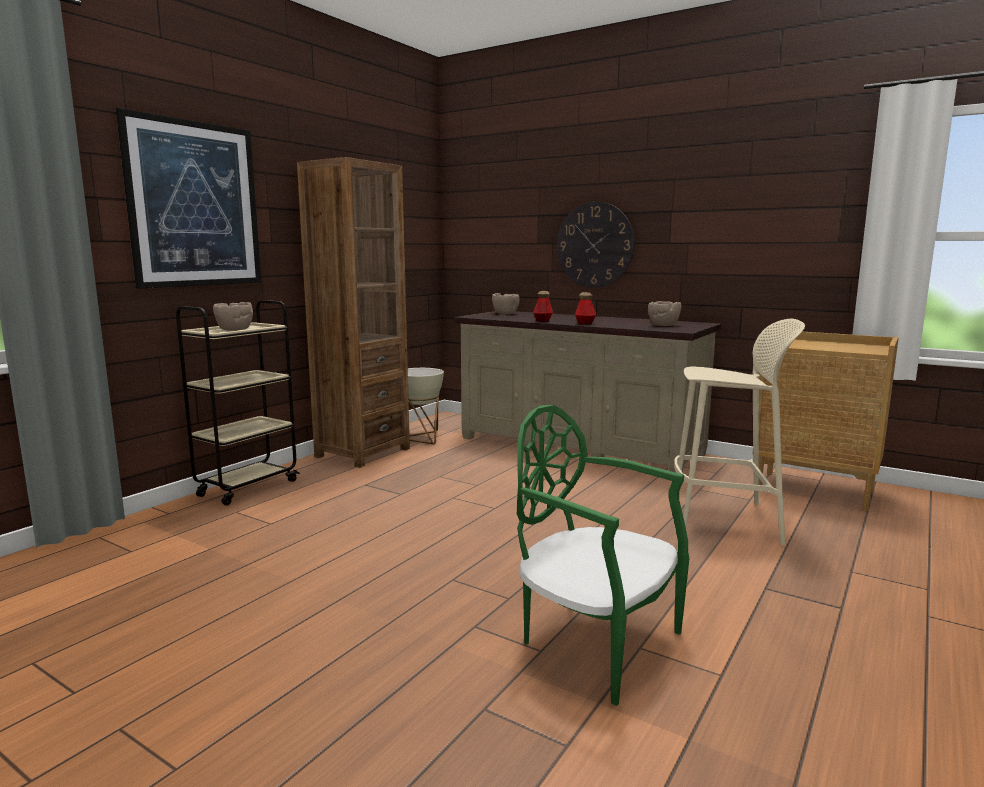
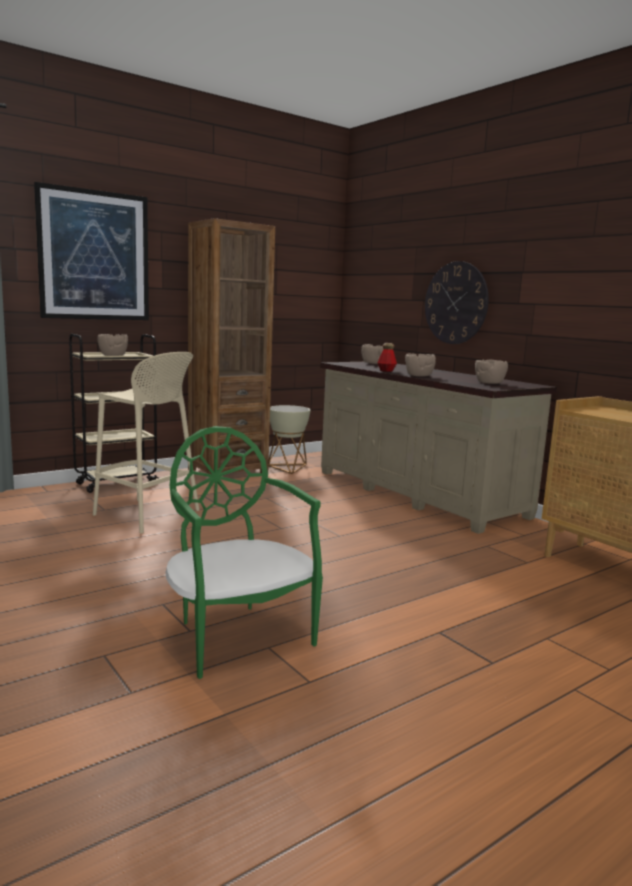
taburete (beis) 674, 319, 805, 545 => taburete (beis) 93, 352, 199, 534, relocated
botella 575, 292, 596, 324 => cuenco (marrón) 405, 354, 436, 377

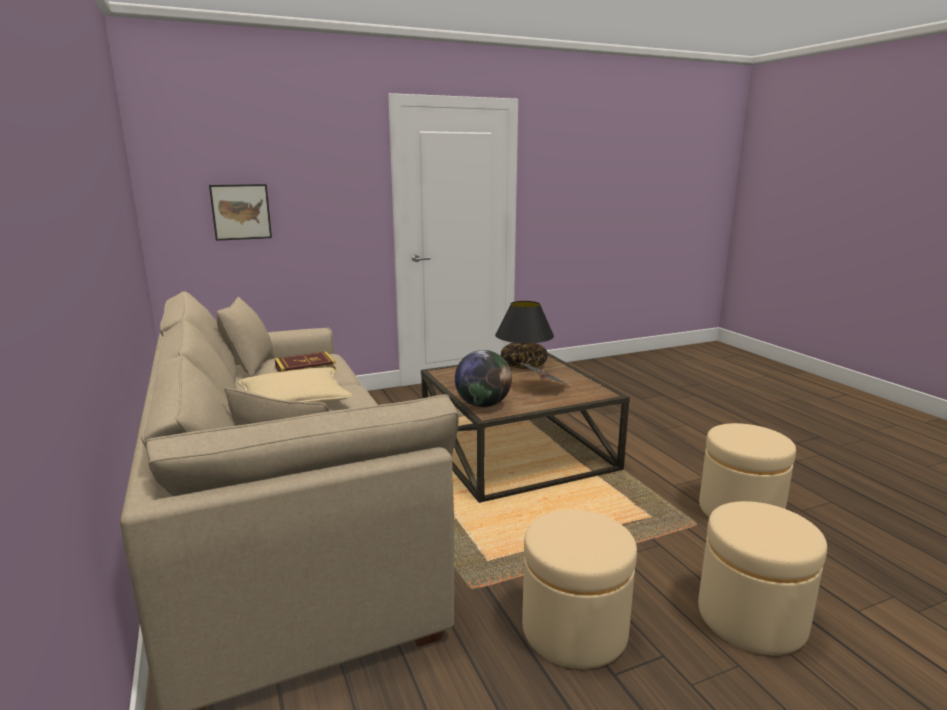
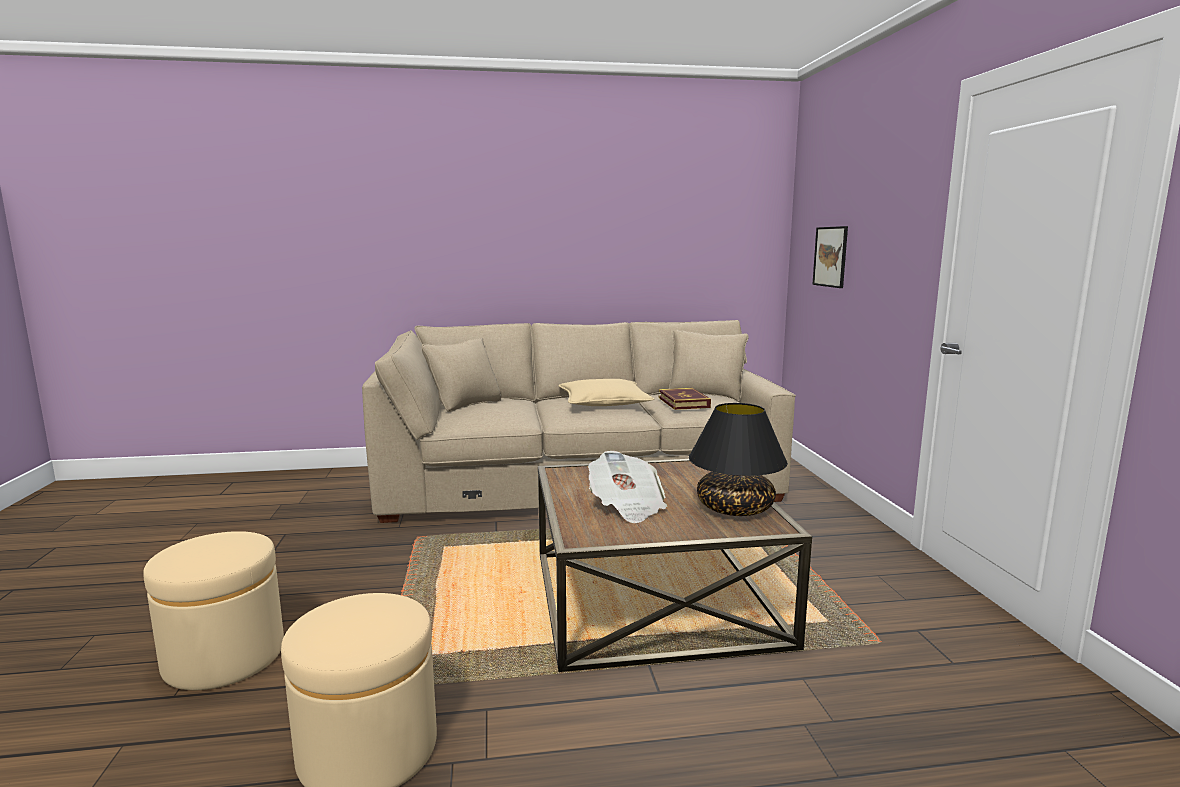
globo terráqueo 455, 350, 512, 407 => nothing
puf (beis) 522, 510, 637, 669 => nothing

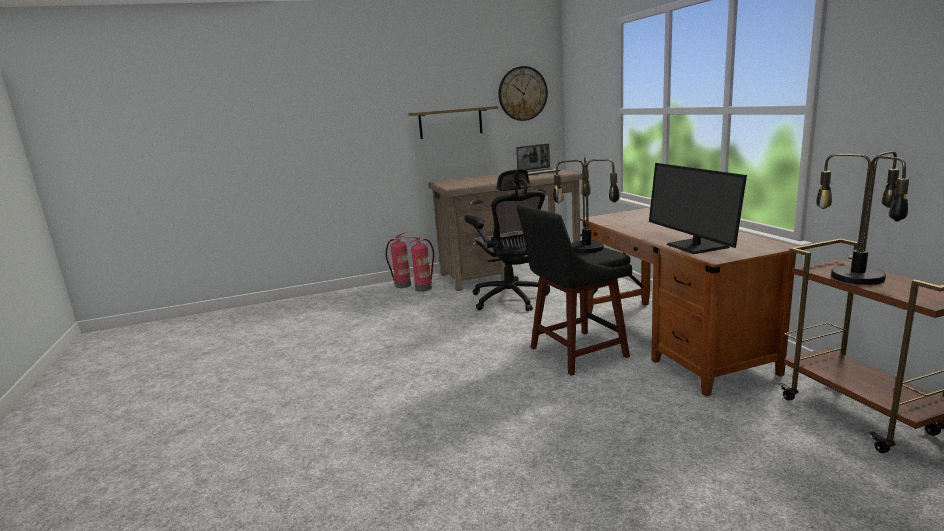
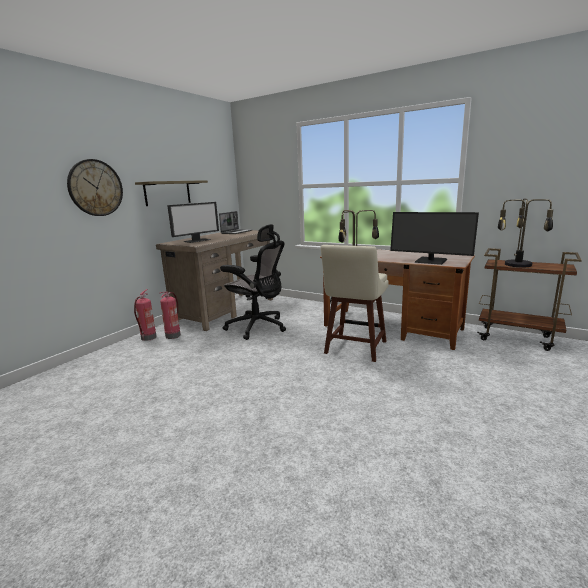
reloj de pared 498, 66, 548, 121 => reloj de pared 67, 159, 123, 216, relocated
nothing => monitor 167, 202, 219, 243
taburete (negro) 517, 204, 632, 376 => taburete (beis) 321, 245, 389, 362

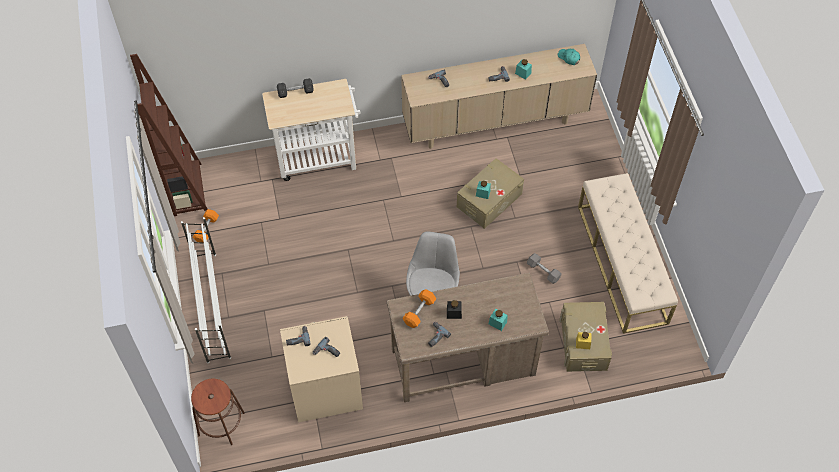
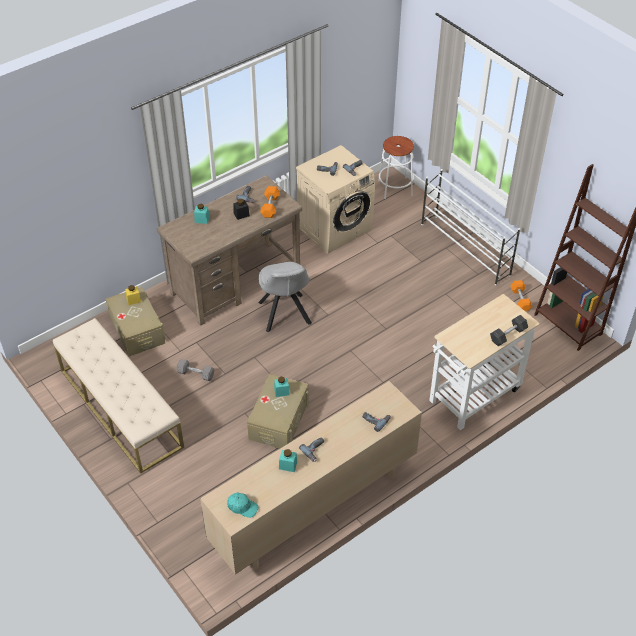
taburete (marrón) 191, 379, 245, 445 => taburete (blanco) 378, 136, 414, 199

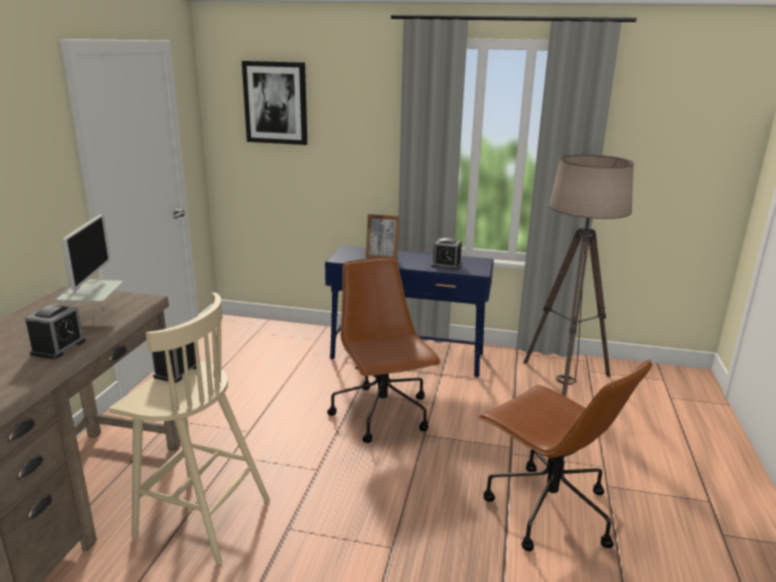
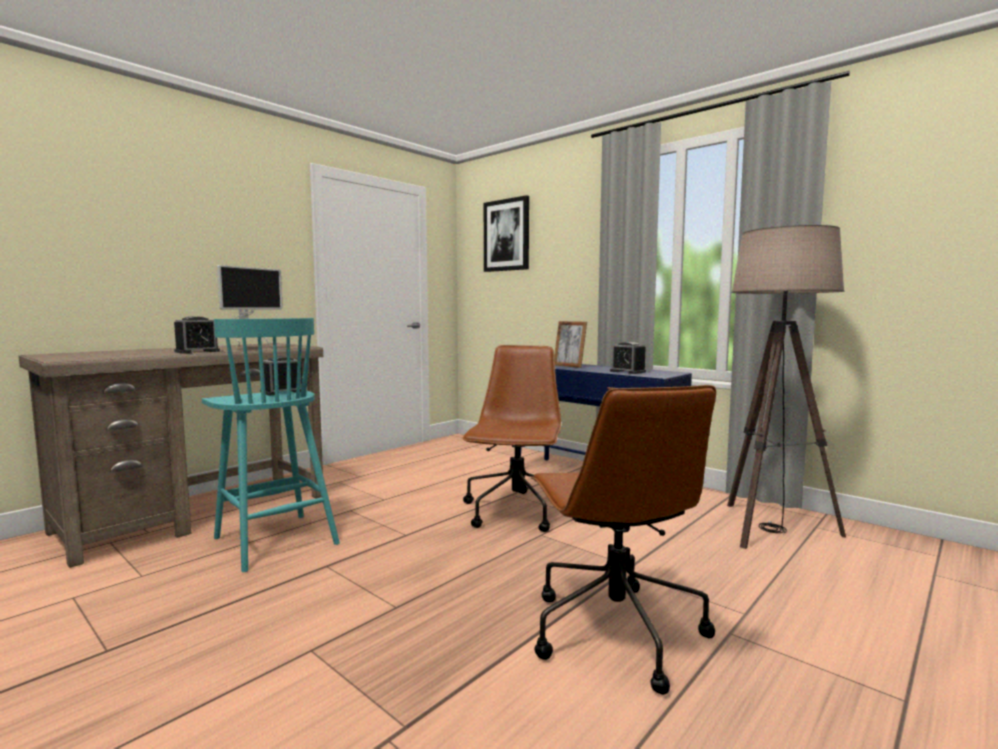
taburete (beis) 109, 292, 270, 564 => taburete (turquesa) 202, 318, 340, 572

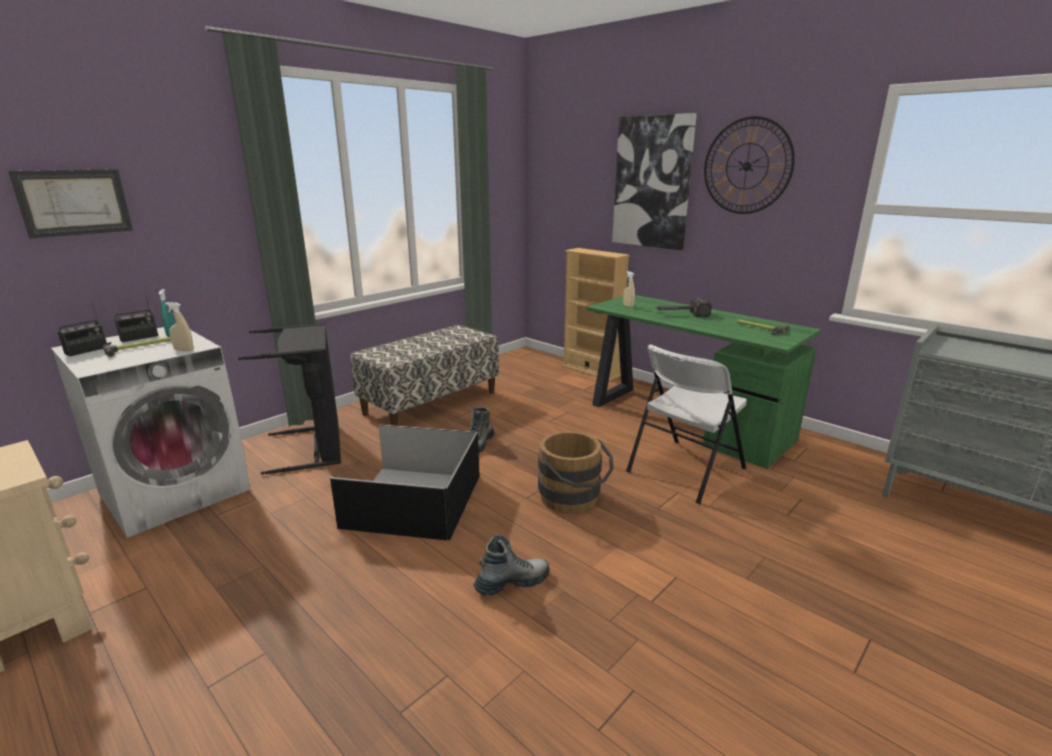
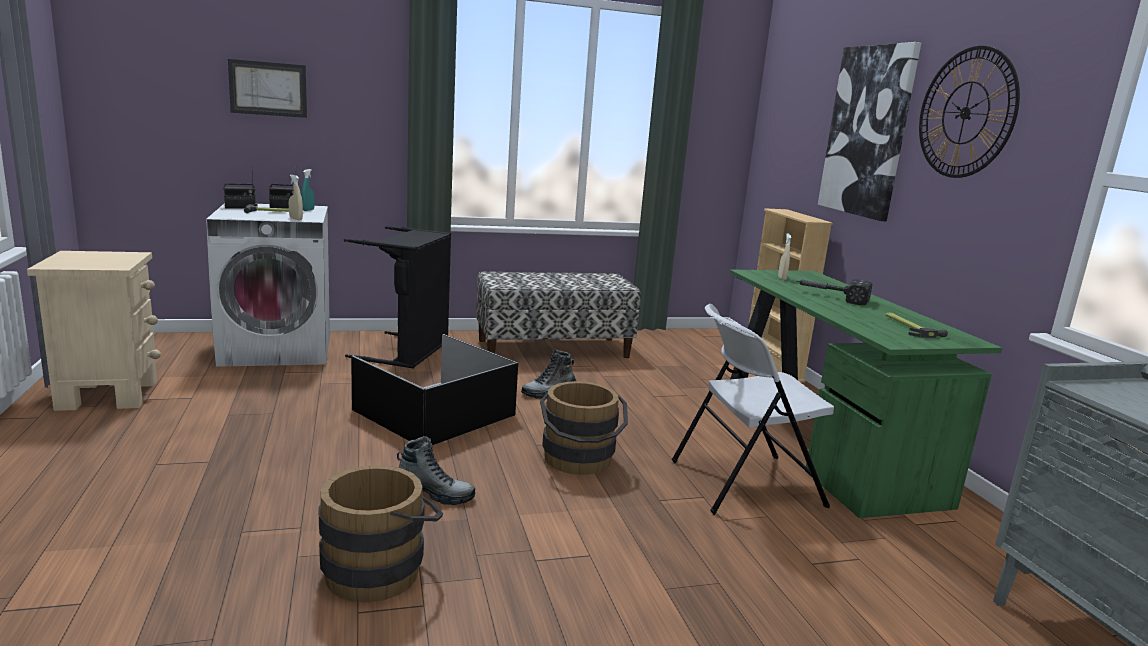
nothing => cubo (marrón) 318, 465, 443, 602

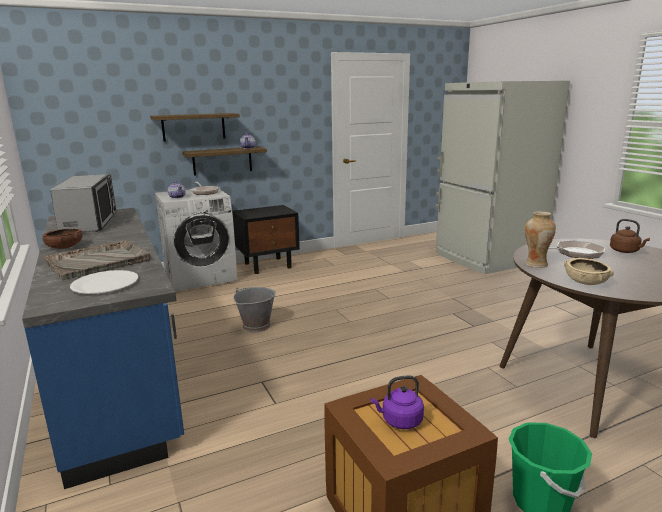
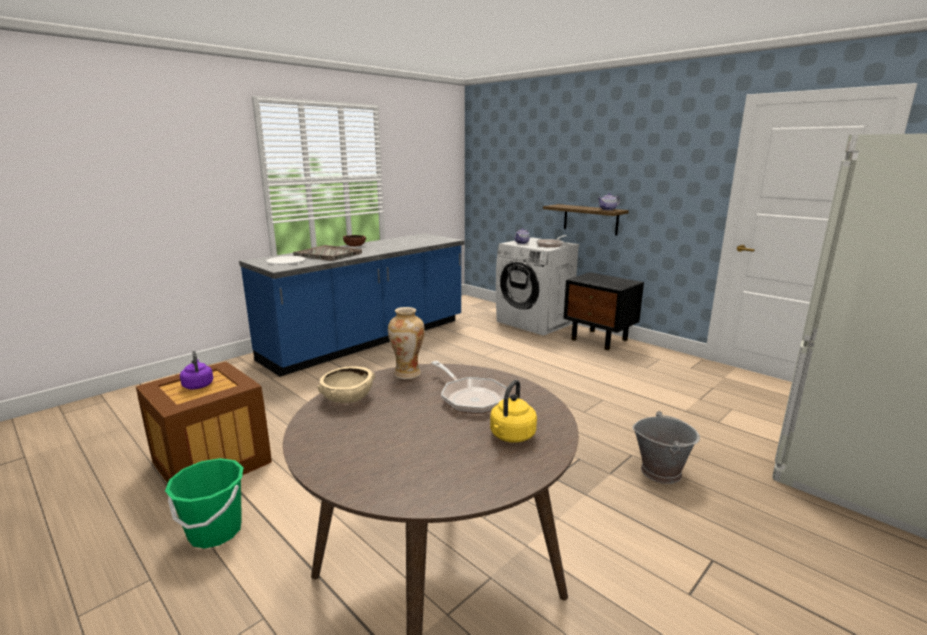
hervidor (marrón) 610, 219, 650, 253 => hervidor (amarillo) 490, 380, 537, 443
cubo (gris) 233, 287, 276, 332 => cubo (gris) 632, 411, 700, 484, relocated
microondas 50, 174, 117, 232 => nothing
estante 150, 113, 240, 142 => nothing

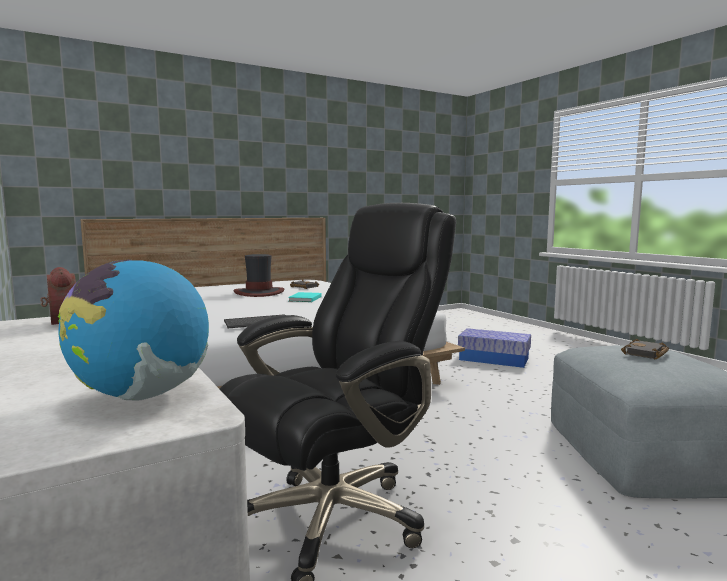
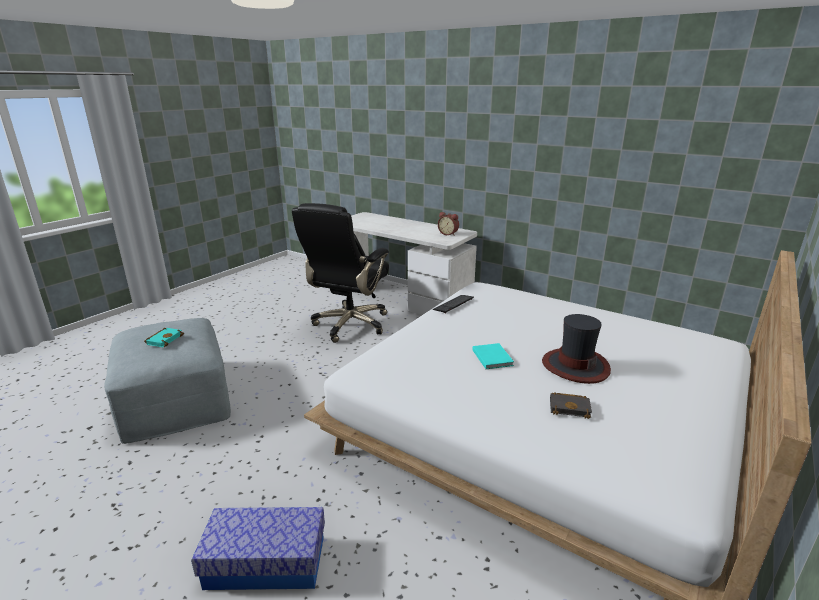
libro (negro) 621, 339, 669, 359 => libro (turquesa) 144, 328, 184, 347
globo terráqueo 58, 259, 209, 401 => nothing

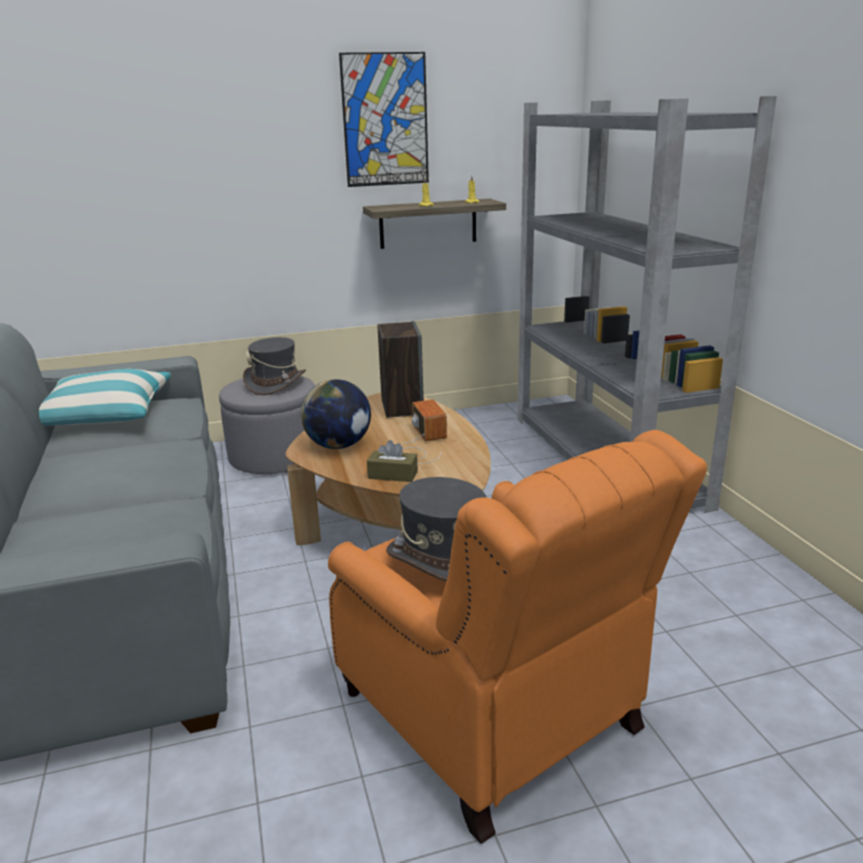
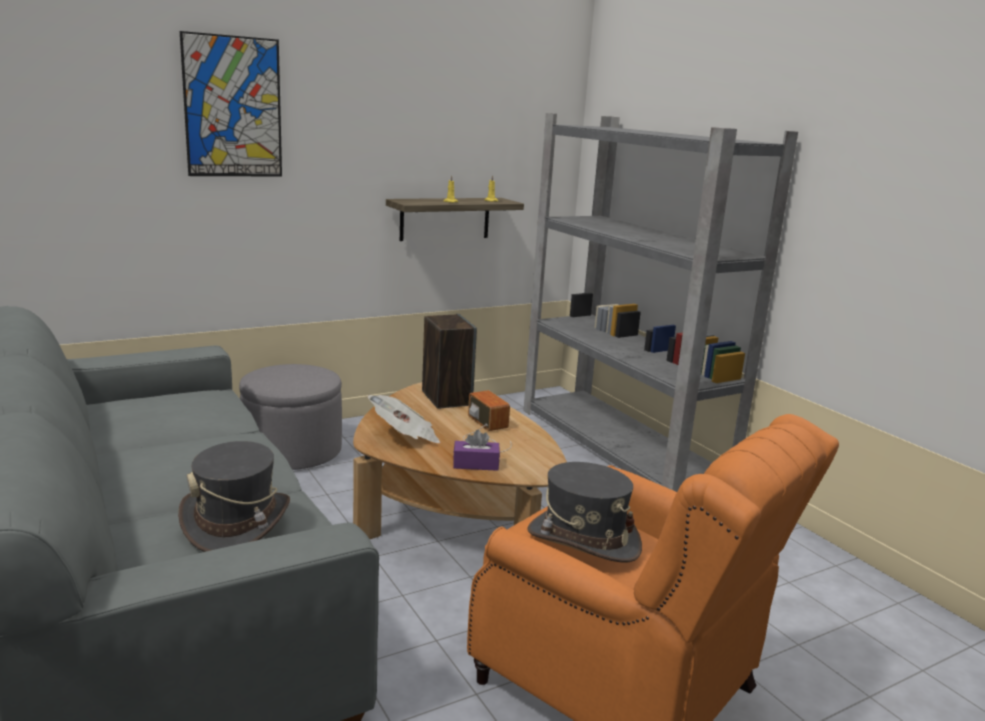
sombrero (gris) 243, 337, 306, 395 => sombrero (gris) 178, 441, 290, 552, relocated
cuadro 339, 52, 429, 187 => cuadro 180, 31, 282, 176, relocated
globo terráqueo 301, 379, 371, 449 => periódico 368, 395, 440, 443
caja de pañuelos (marrón) 367, 440, 418, 482 => caja de pañuelos (morado) 453, 430, 500, 471
cojín 39, 369, 171, 426 => nothing

